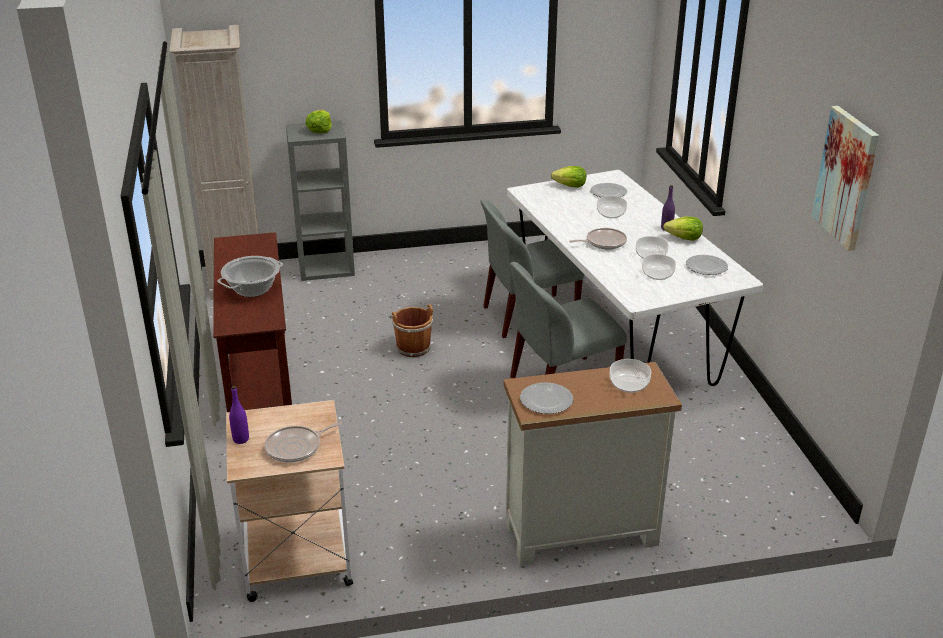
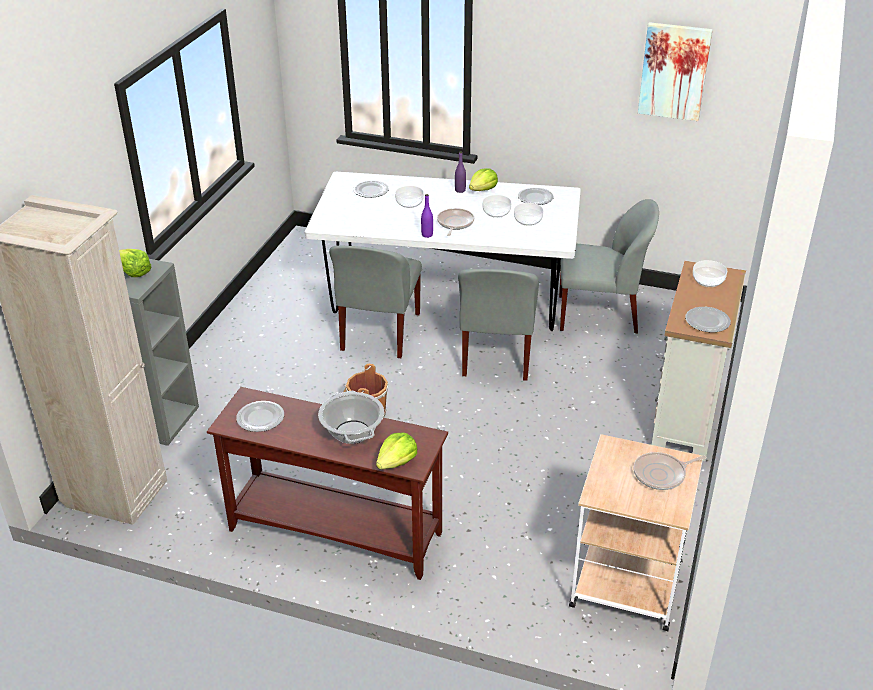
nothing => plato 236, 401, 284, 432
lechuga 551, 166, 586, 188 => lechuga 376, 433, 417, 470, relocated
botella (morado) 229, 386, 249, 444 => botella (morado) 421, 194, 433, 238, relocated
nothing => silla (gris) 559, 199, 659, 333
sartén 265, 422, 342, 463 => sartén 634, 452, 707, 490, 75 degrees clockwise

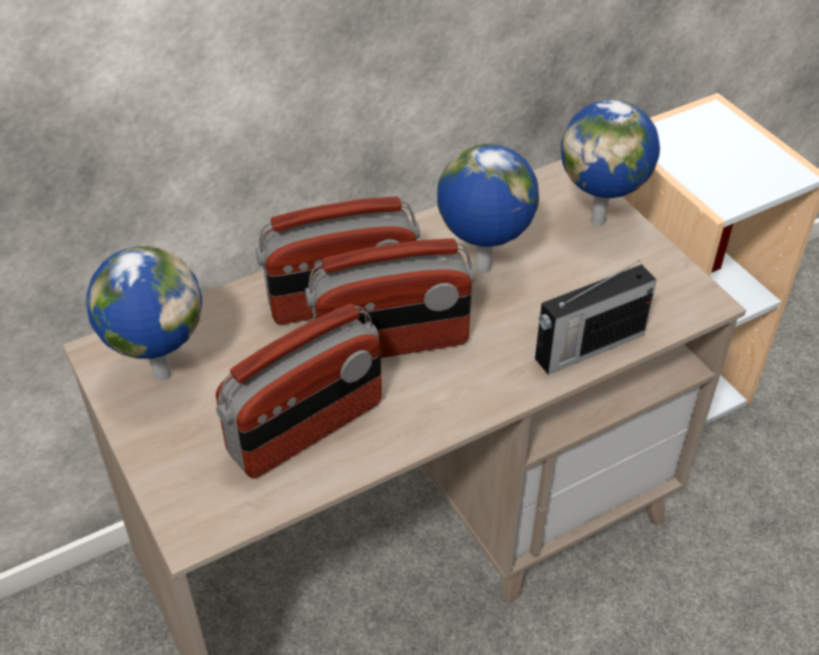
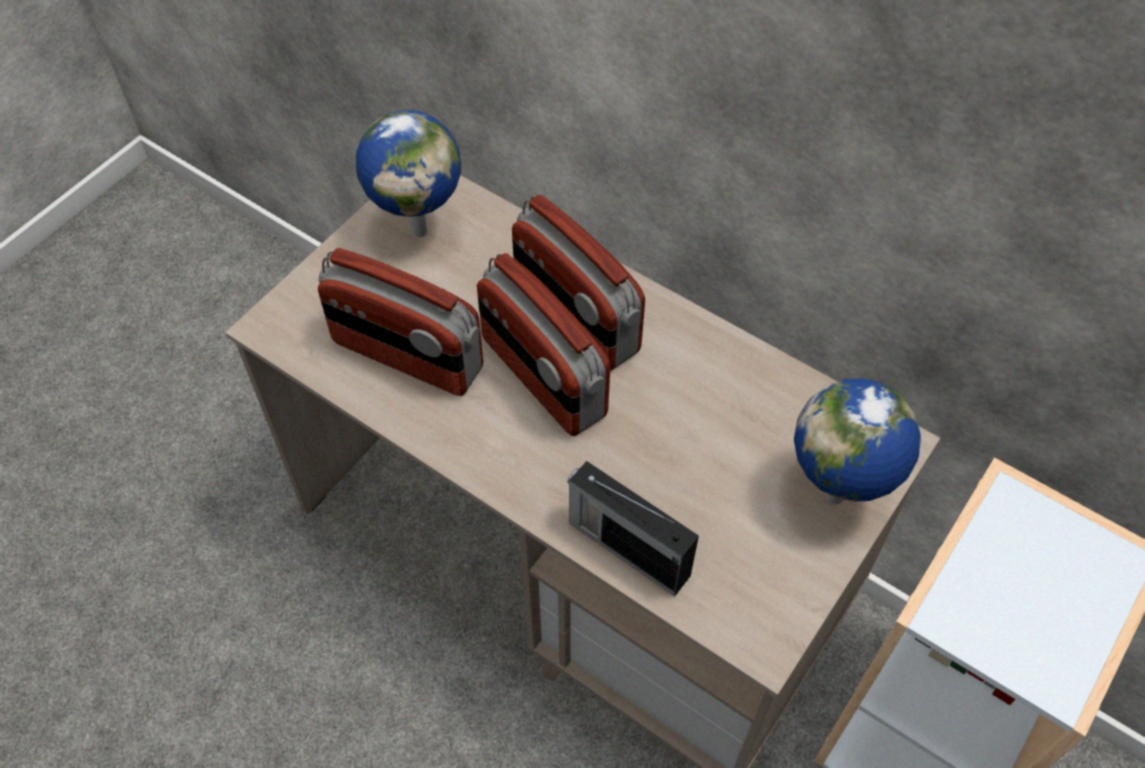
globo terráqueo 437, 144, 539, 273 => nothing

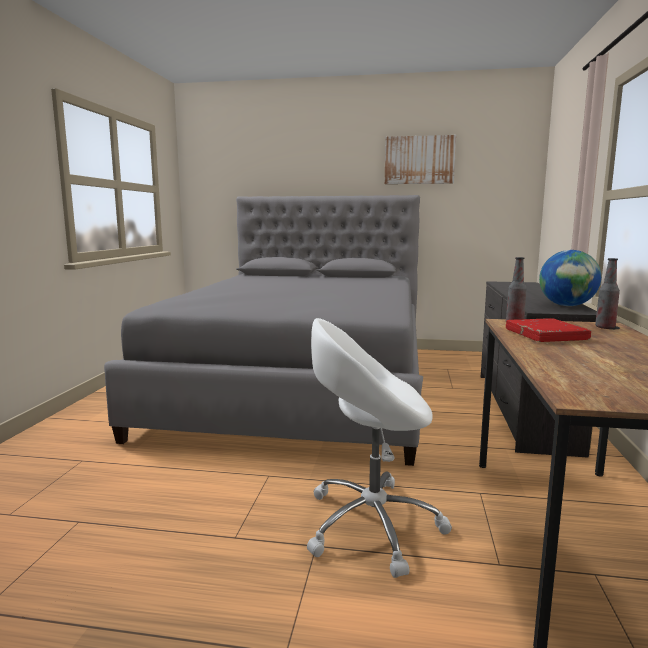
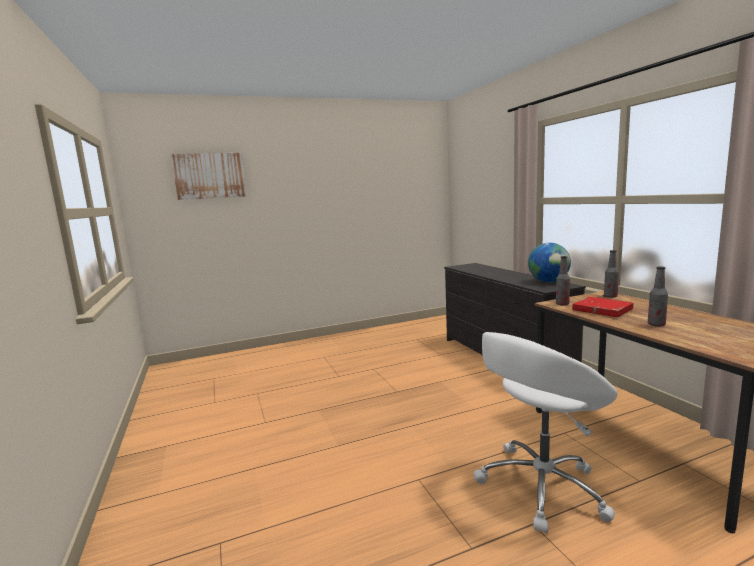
cuadro 384, 135, 456, 184 => cuadro 171, 153, 246, 200, relocated
nothing => botella 648, 266, 668, 327
cama (gris) 104, 195, 423, 466 => nothing

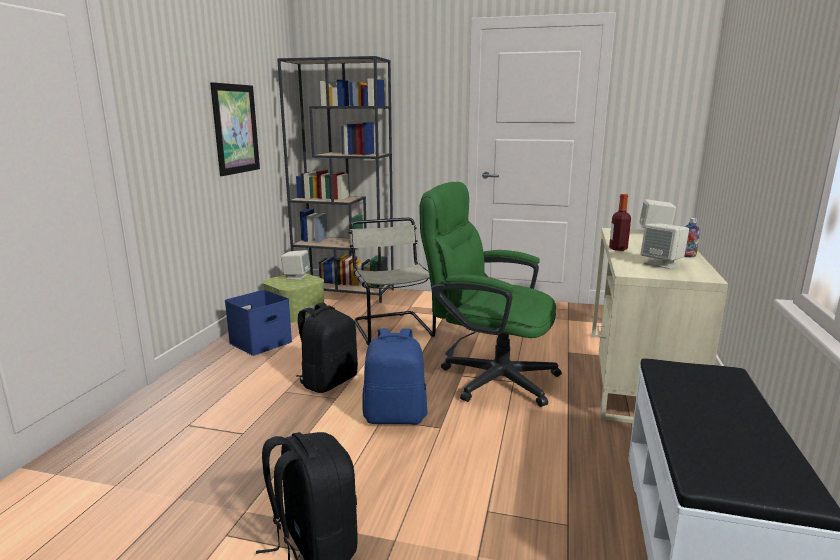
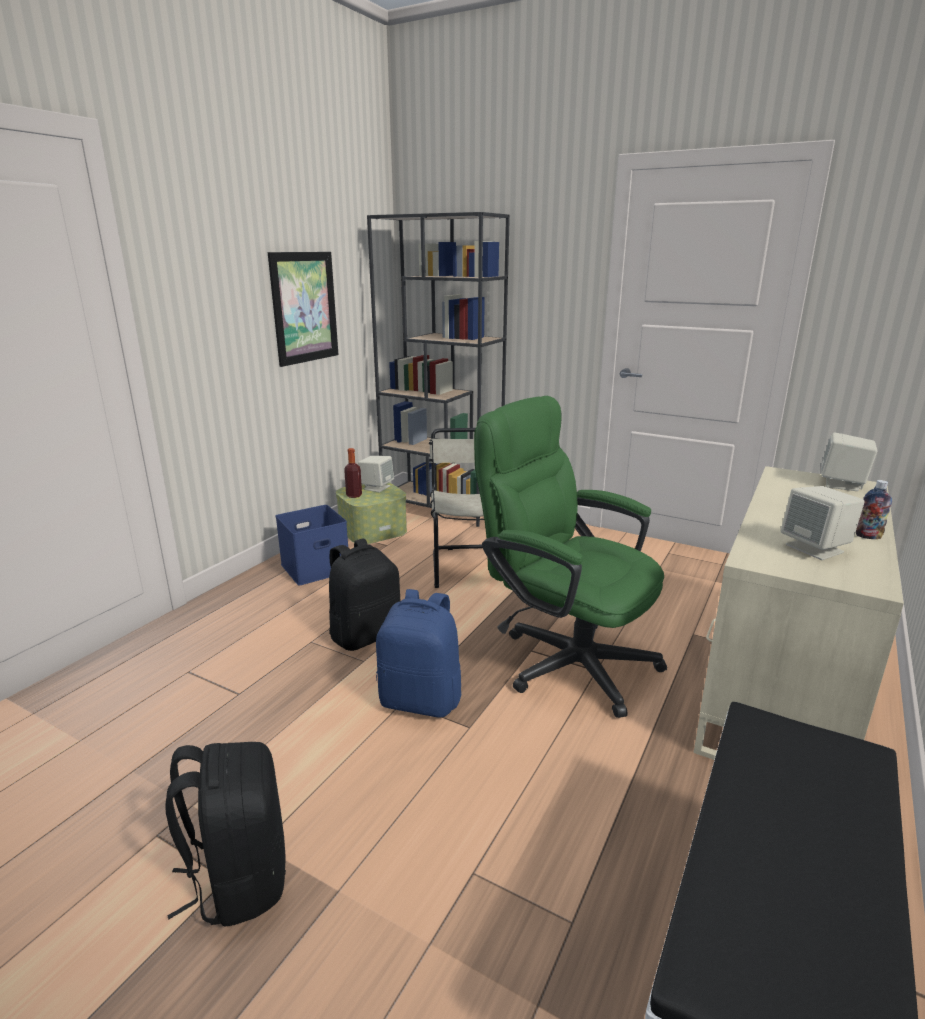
botella 609, 194, 631, 251 => botella 344, 448, 362, 498, relocated

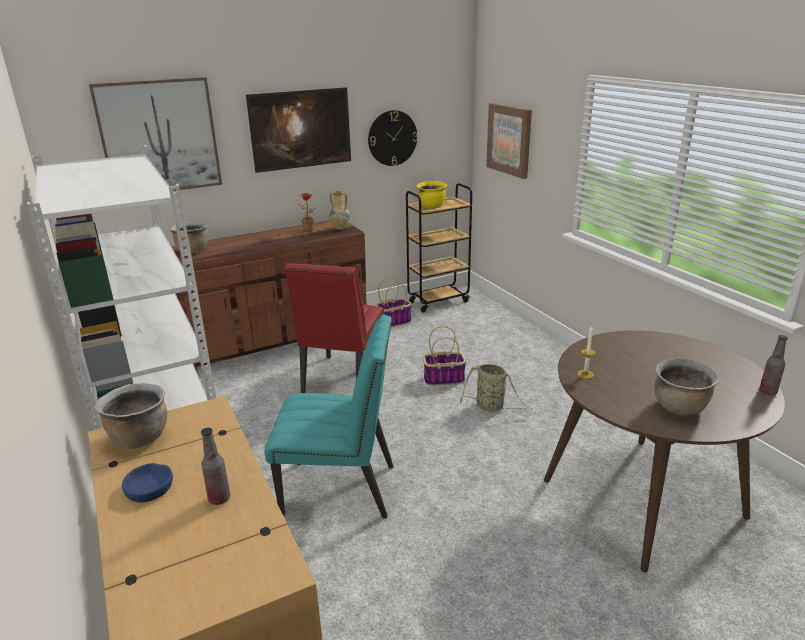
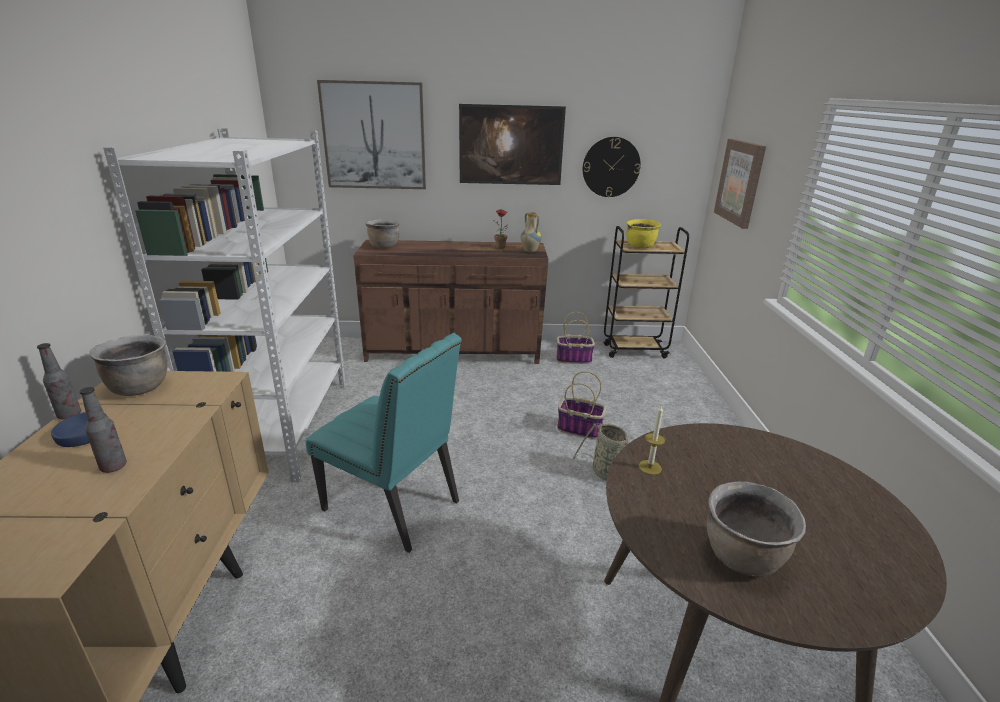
botella 759, 335, 788, 395 => botella 37, 343, 81, 420, relocated
silla (rojo) 284, 263, 384, 393 => nothing

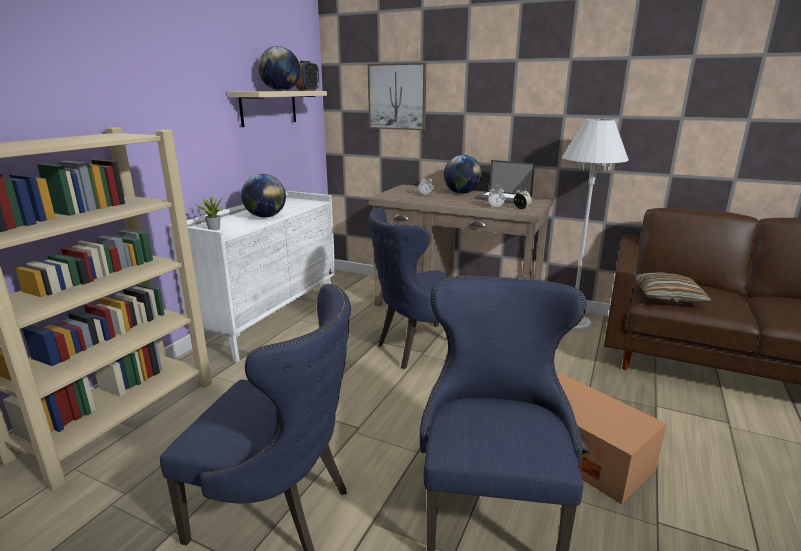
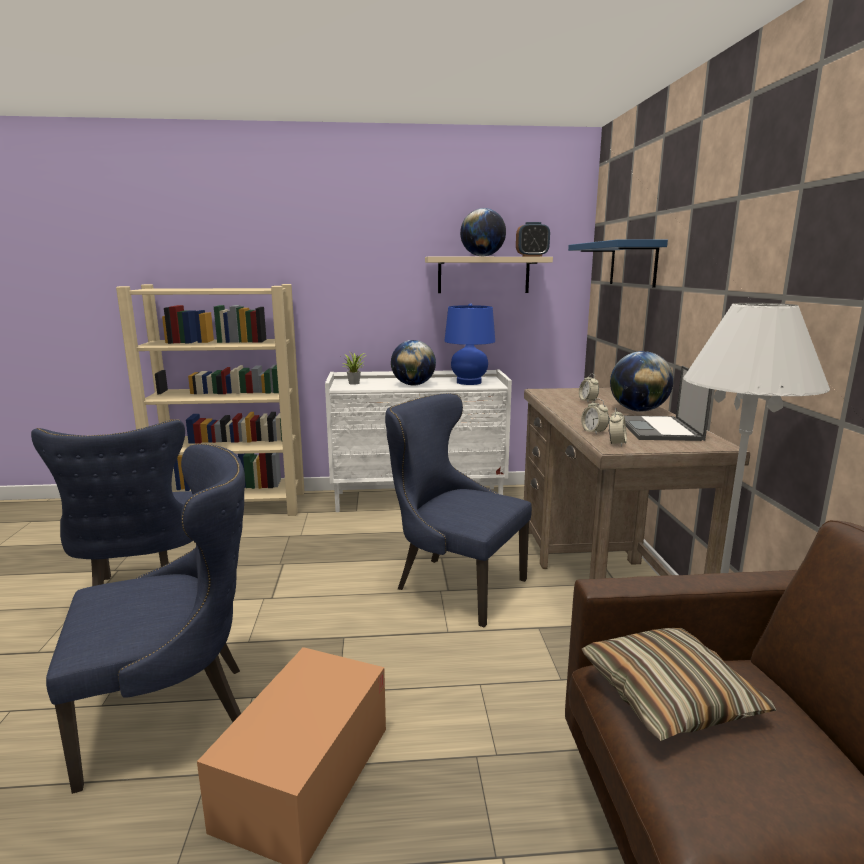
nothing => lámpara de mesa (azul) 444, 304, 495, 385
cuadro 368, 63, 426, 130 => estante (azul) 568, 239, 668, 288

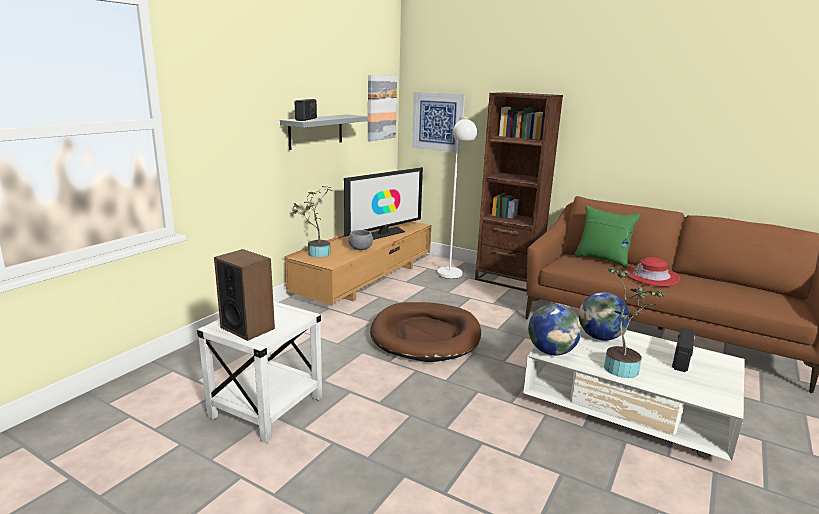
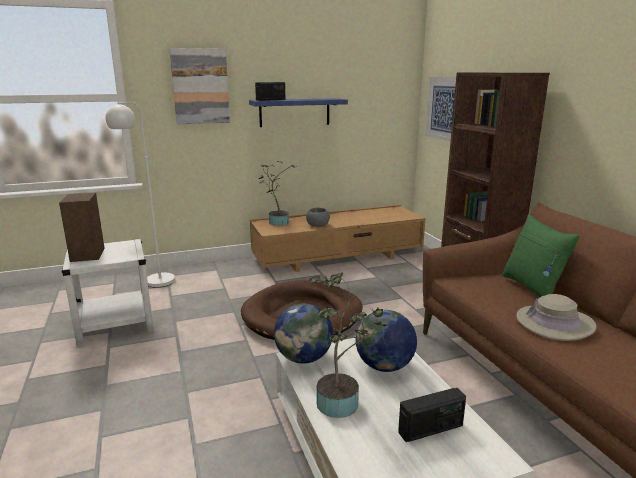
lámpara de pie (blanco) 437, 117, 477, 279 => lámpara de pie (blanco) 105, 102, 175, 288, relocated
cuadro 368, 75, 397, 141 => cuadro 170, 48, 230, 124, relocated
estante (gris) 280, 114, 369, 150 => estante (azul) 249, 98, 348, 127
sombrero (rojo) 627, 257, 680, 287 => sombrero (beis) 516, 294, 597, 341
televisor 344, 167, 423, 240 => nothing

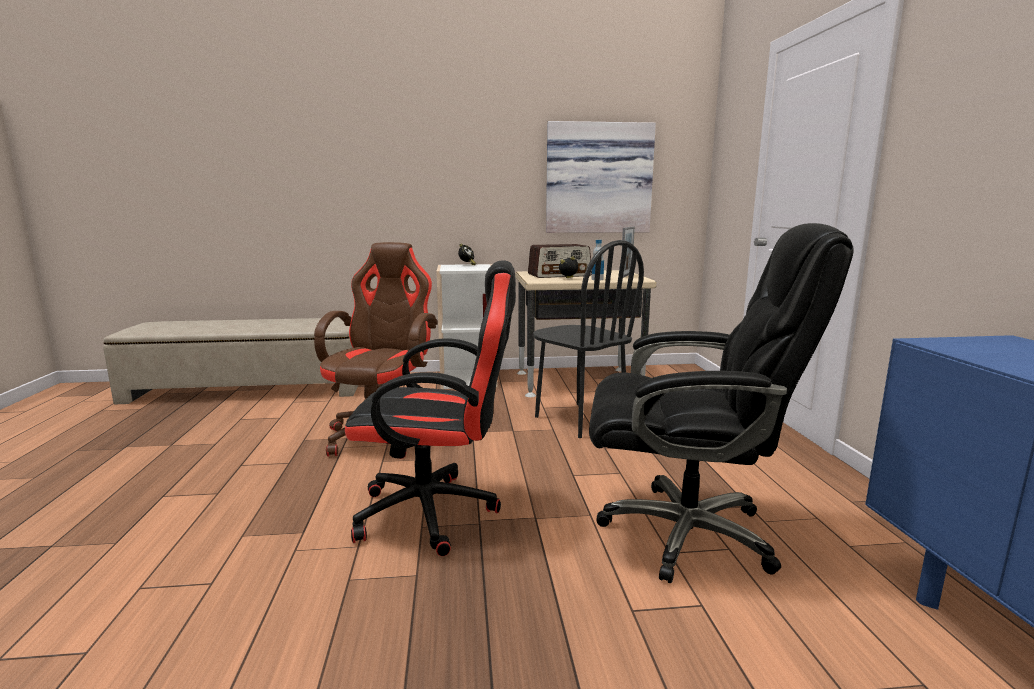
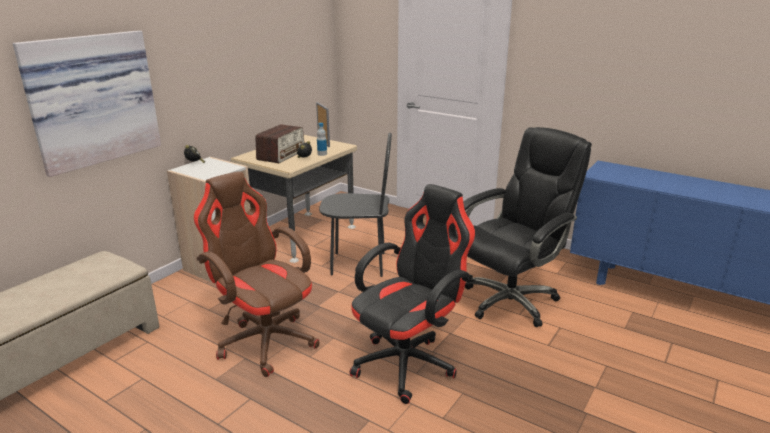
cuadro 546, 121, 656, 233 => cuadro 13, 30, 161, 177, relocated

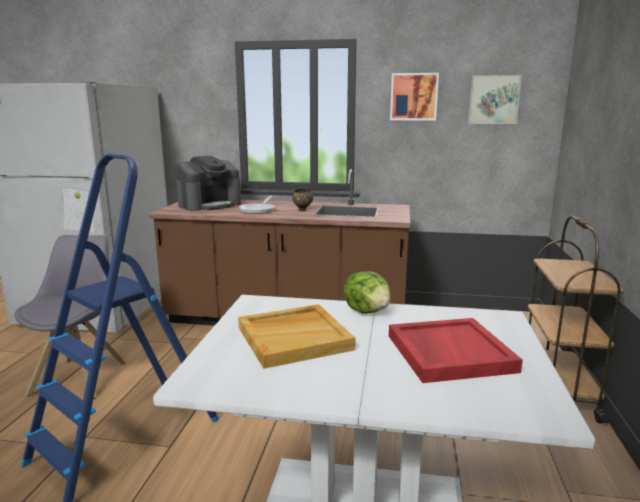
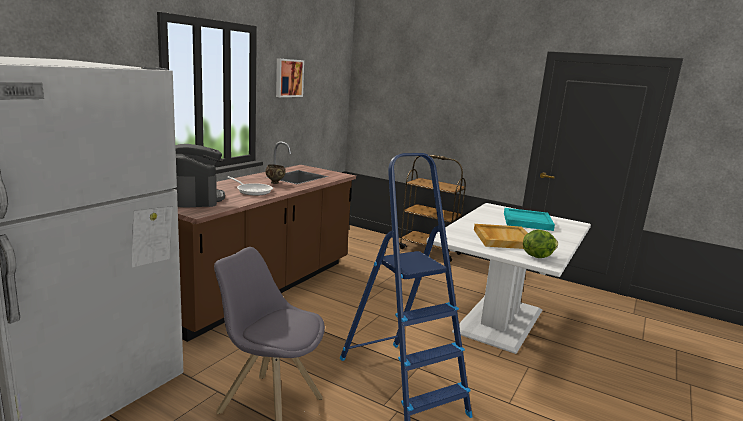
bandeja (rojo) 389, 318, 523, 383 => bandeja (turquesa) 504, 208, 555, 231
lechuga 344, 271, 391, 314 => lechuga 523, 230, 558, 258, relocated
cuadro 468, 75, 522, 124 => nothing

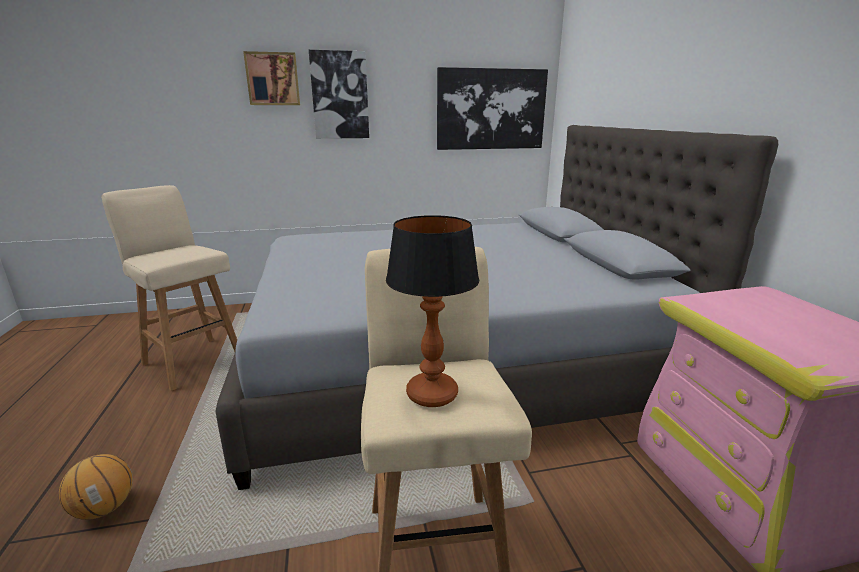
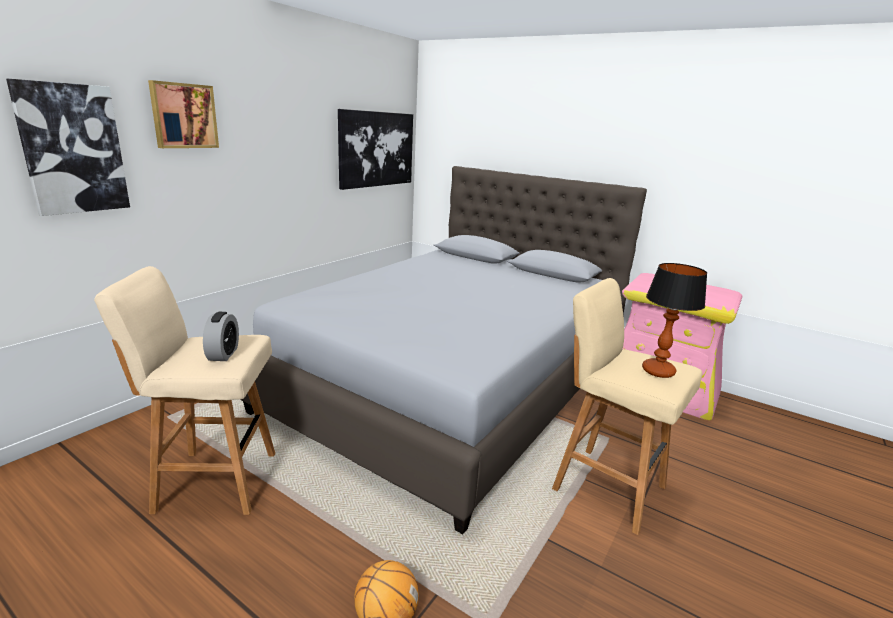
cuadro 309, 50, 369, 139 => cuadro 6, 79, 130, 216, relocated
nothing => despertador 203, 312, 239, 361

